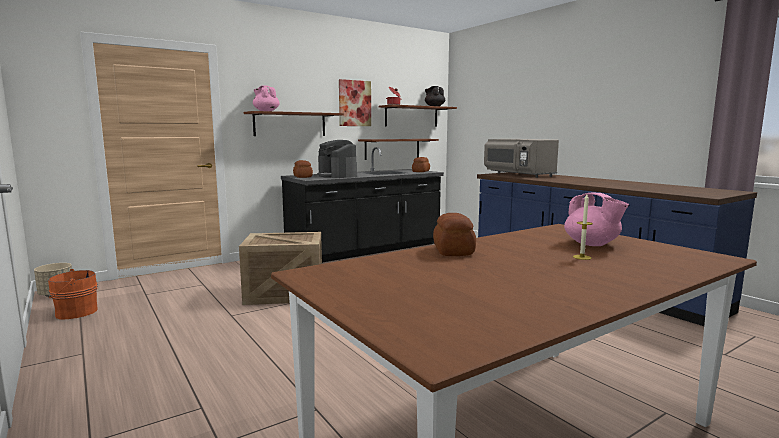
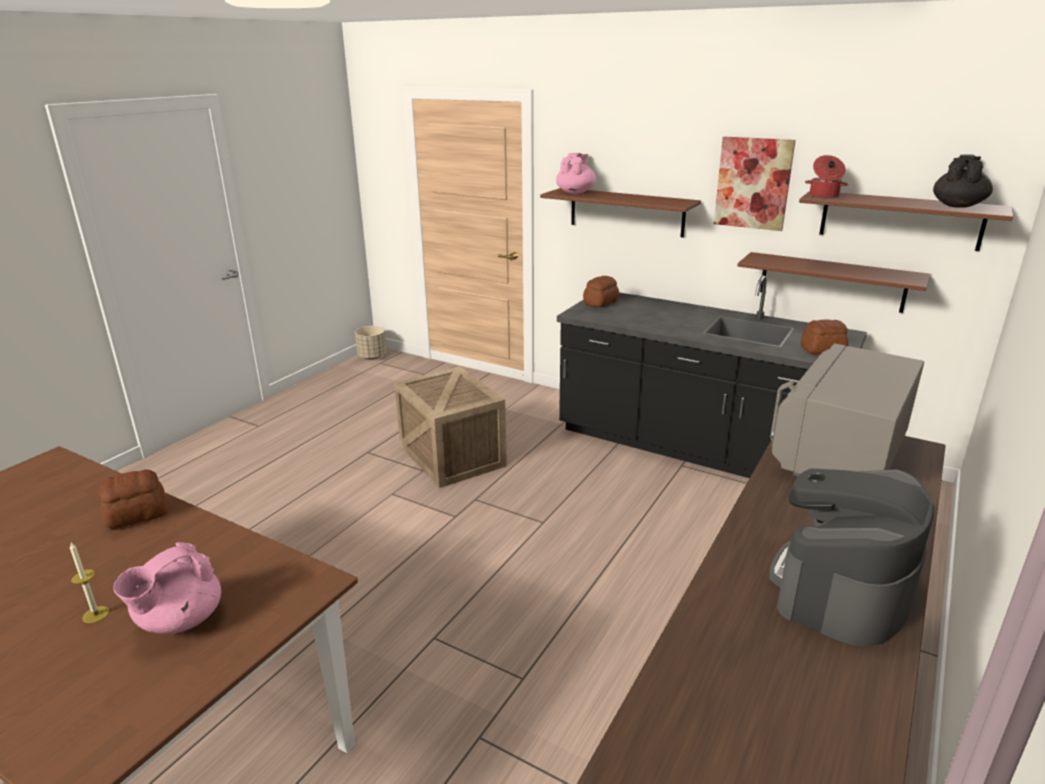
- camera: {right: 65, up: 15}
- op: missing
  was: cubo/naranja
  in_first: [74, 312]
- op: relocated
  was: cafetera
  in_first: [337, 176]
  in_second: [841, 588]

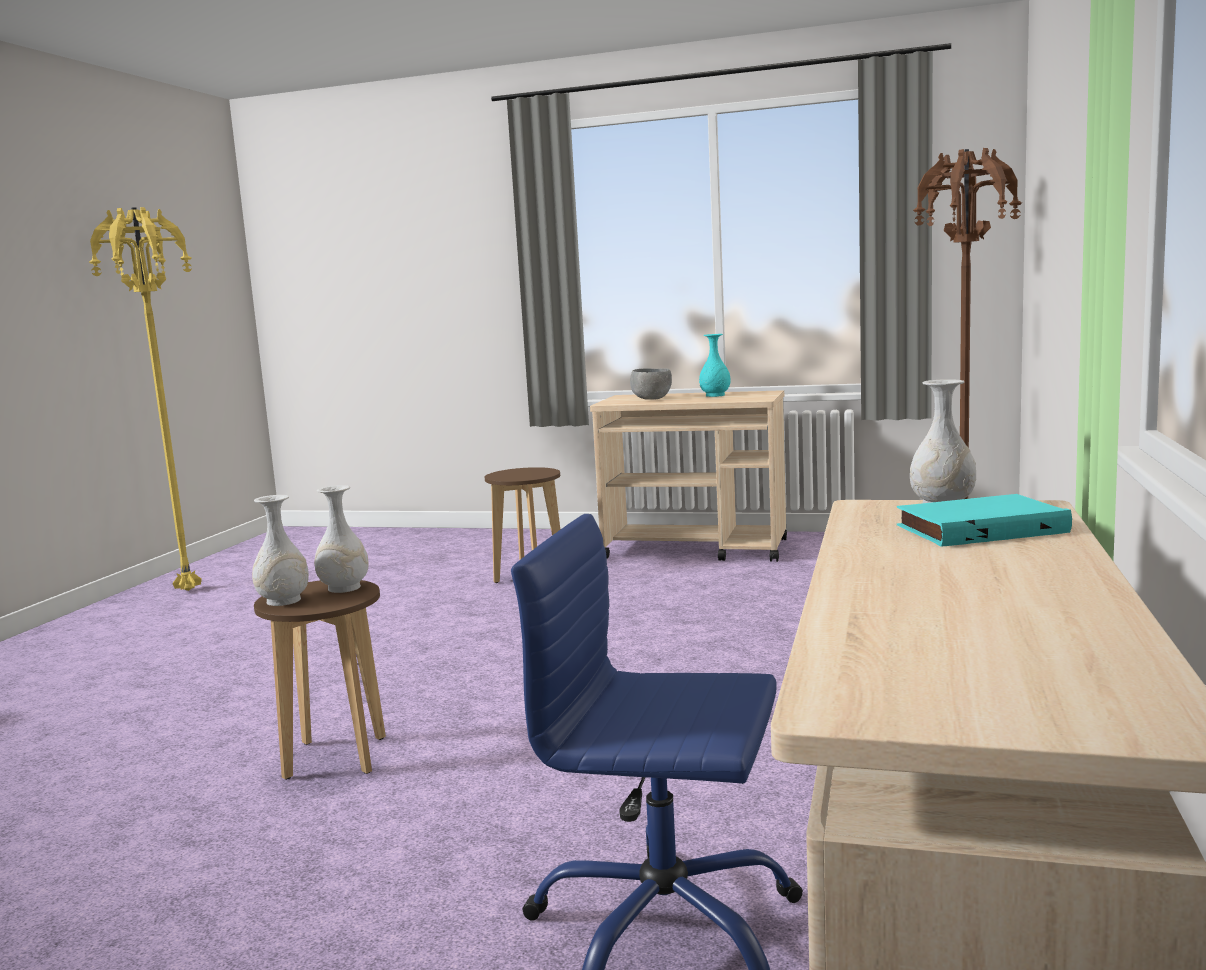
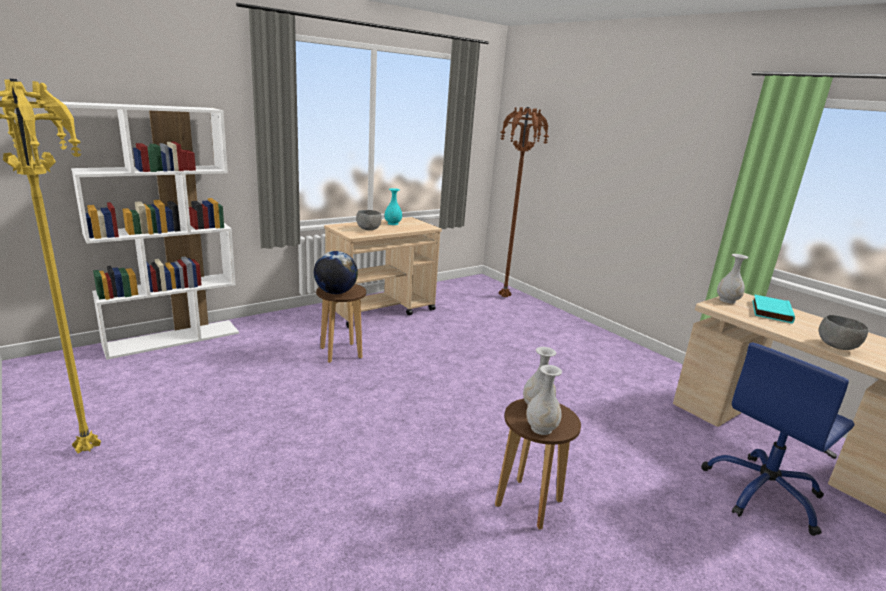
- camera: {right: -55, up: 10}
- op: appeared
  now: estantería/blanco
  in_second: [173, 338]
- op: appeared
  now: globo terráqueo
  in_second: [335, 292]
- op: appeared
  now: cuenco/gris
  in_second: [837, 346]

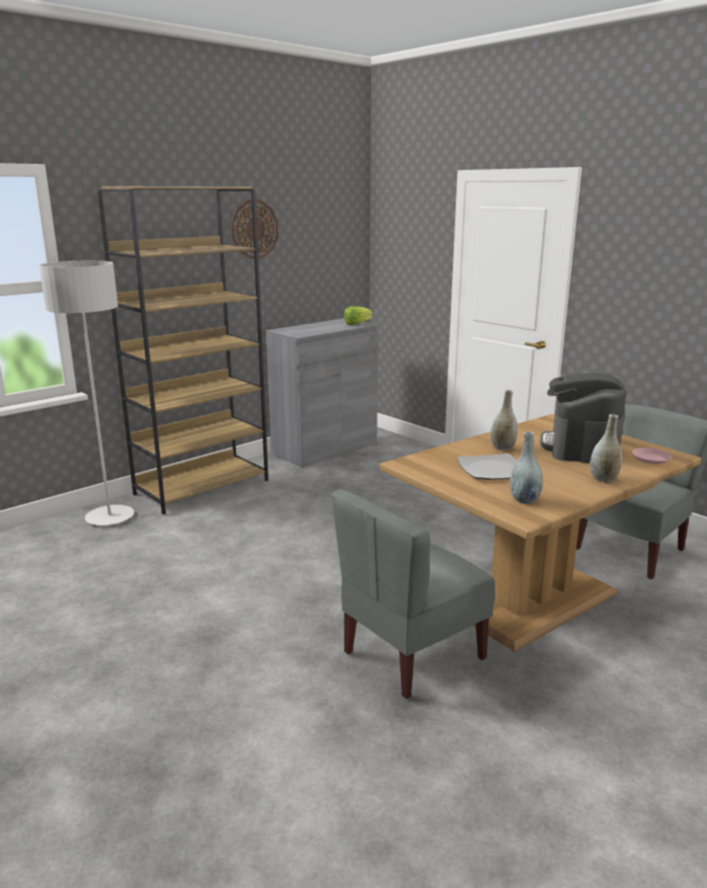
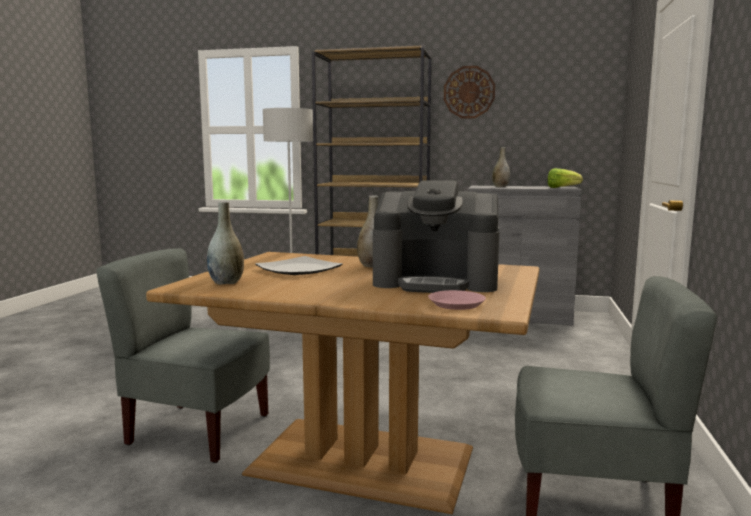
- camera: {right: 55, up: -10}
- op: relocated
  was: florero/gris
  in_first: [603, 479]
  in_second: [500, 187]
- op: spun
  was: cafetera
  in_first: [580, 447]
  in_second: [436, 281]
  clockwise: -150

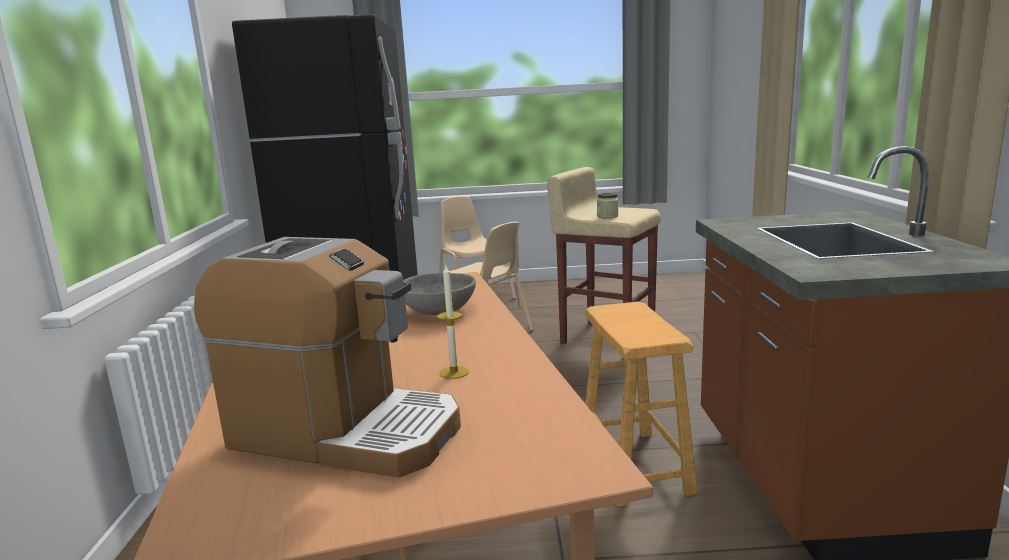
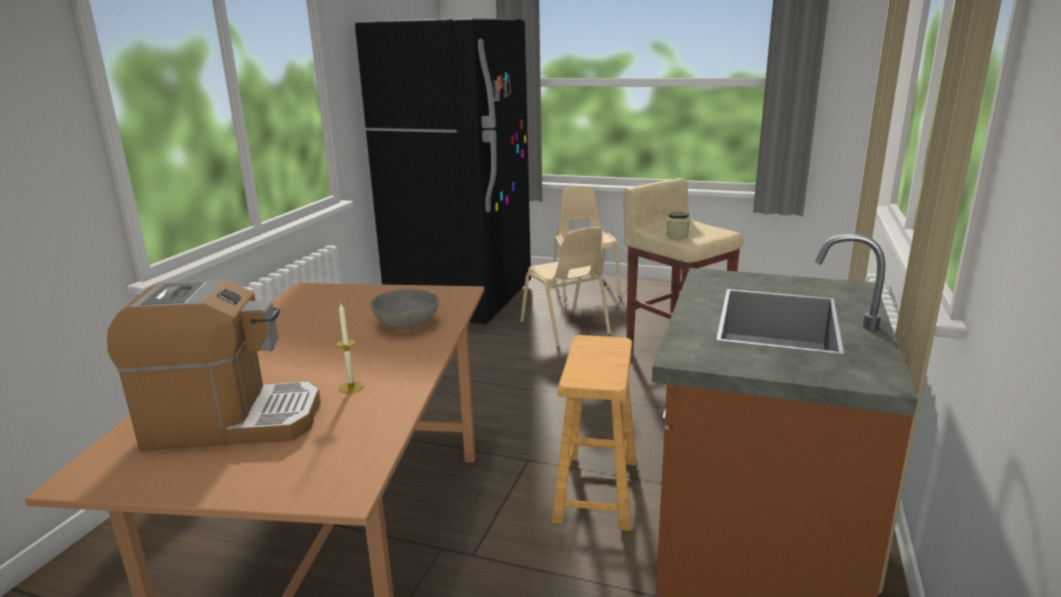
- camera: {right: 20, up: 5}
- op: spun
  was: cafetera
  in_first: [345, 431]
  in_second: [232, 421]
  clockwise: -45

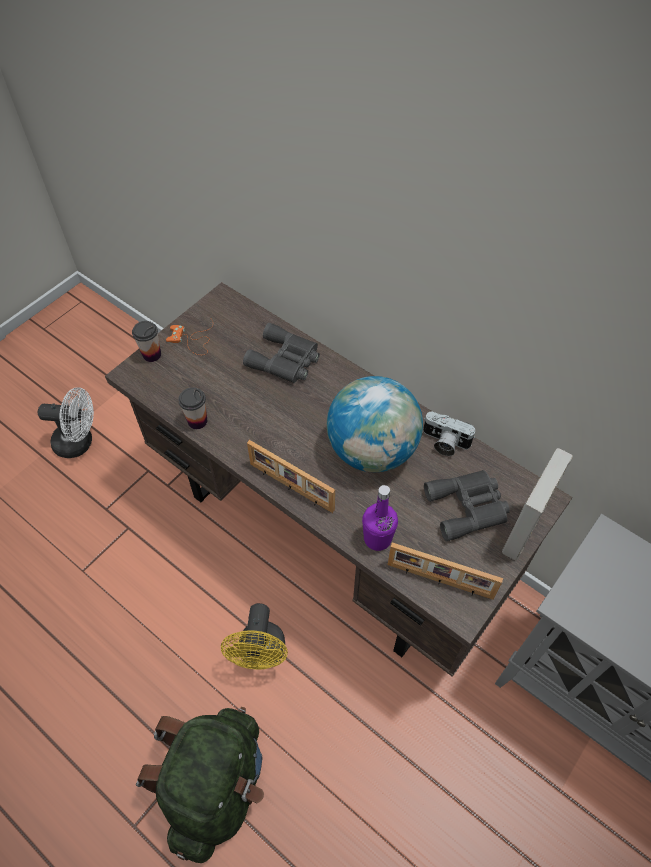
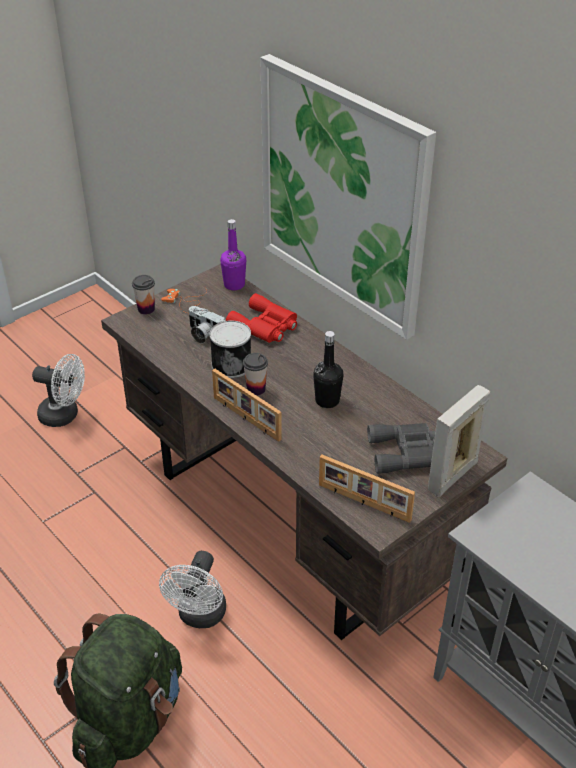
- camera: {right: 10, up: -15}
- op: appeared
  now: lata
  in_second: [232, 364]
- op: appeared
  now: cuadro
  in_second: [342, 195]
- op: relocated
  was: taza
  in_first: [197, 421]
  in_second: [256, 389]
- op: relocated
  was: botella/morado
  in_first: [377, 538]
  in_second: [234, 285]
- op: relocated
  was: cámara
  in_first: [444, 442]
  in_second: [204, 335]
- op: exchanged
  was: globo terráqueo
  now: botella/negro
  in_first: [372, 450]
  in_second: [327, 400]
- op: colour
  was: ventilador/amarillo
  now: ventilador/blanco
  in_first: [261, 654]
  in_second: [200, 616]
- op: colour
  was: prismáticos/gris
  now: prismáticos/rojo
  in_first: [285, 360]
  in_second: [265, 326]

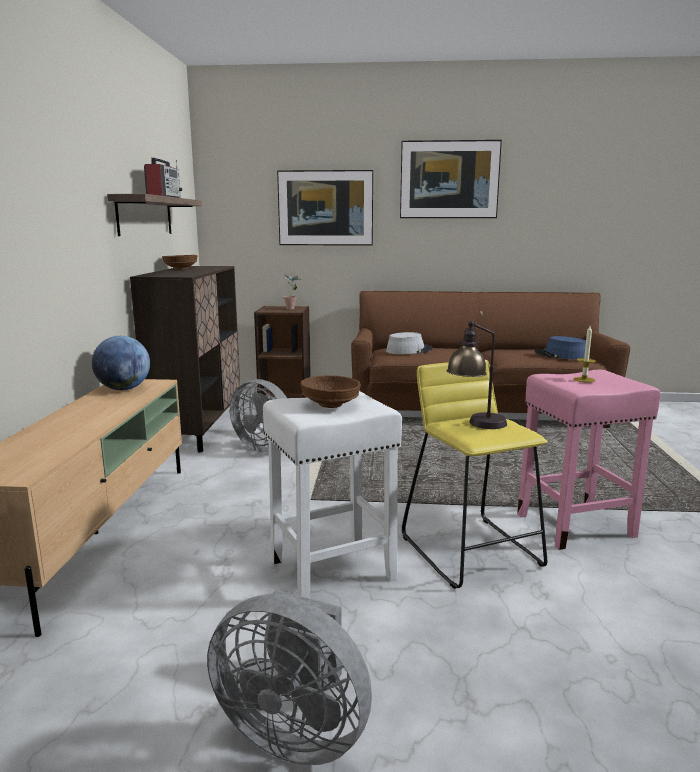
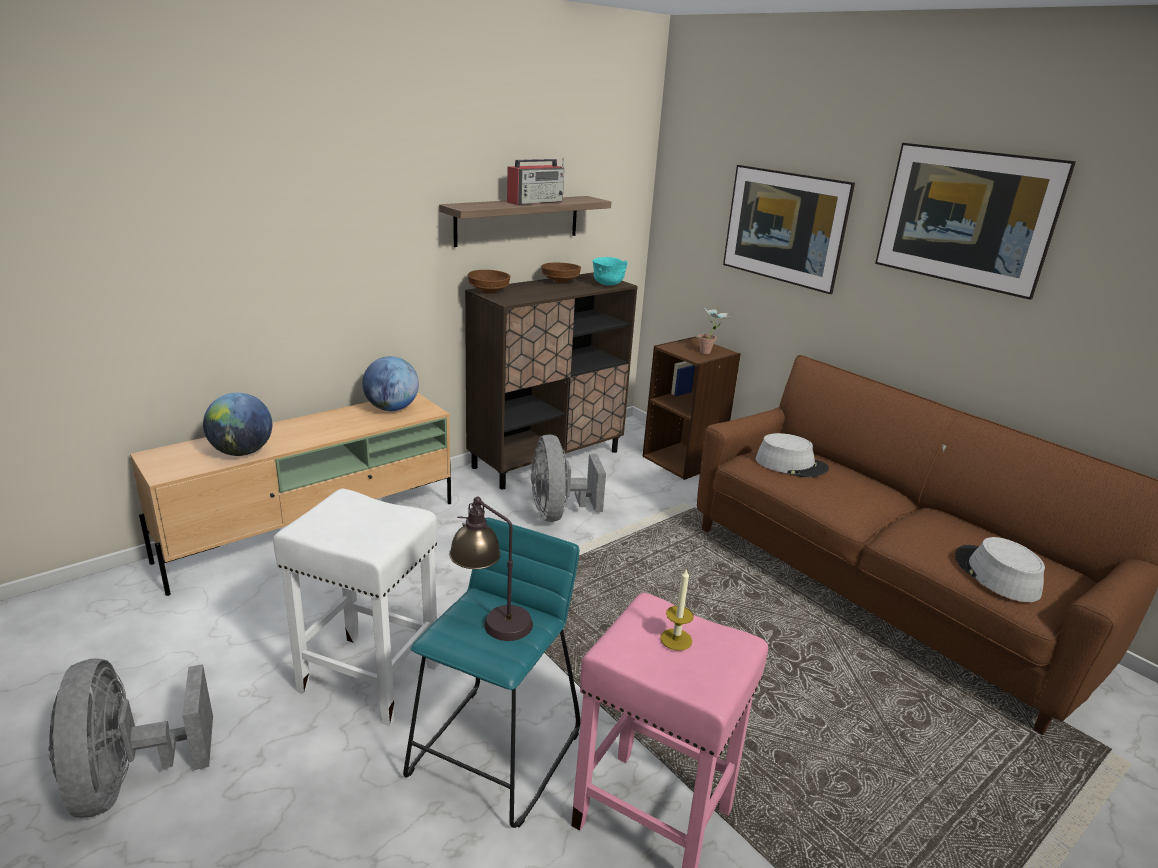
- camera: {right: 45, up: 10}
- op: appeared
  now: globo terráqueo
  in_second: [242, 452]
- op: appeared
  now: cuenco/turquesa
  in_second: [608, 285]
- op: relocated
  was: cuenco/marrón
  in_first: [330, 405]
  in_second: [488, 291]
- op: colour
  was: taburete/amarillo
  now: taburete/turquesa
  in_first: [472, 550]
  in_second: [496, 753]
- op: colour
  was: sombrero/azul
  now: sombrero/gris
  in_first: [560, 355]
  in_second: [996, 574]

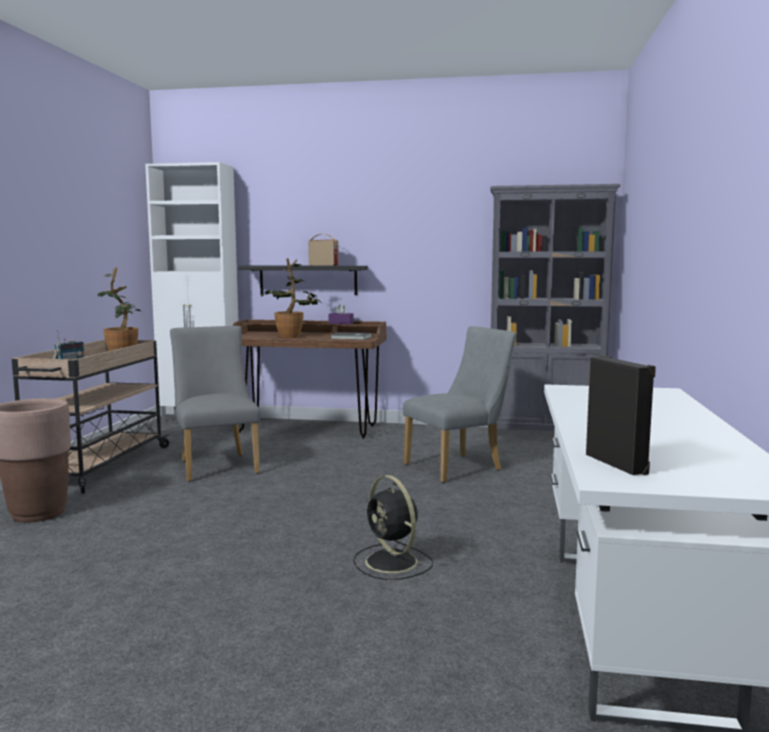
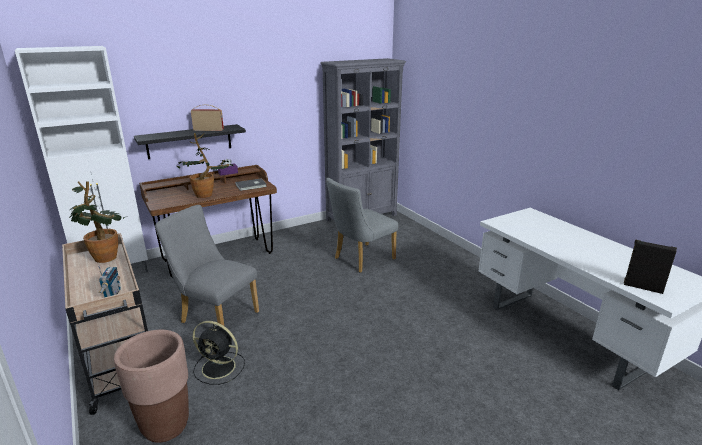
- camera: {right: -40, up: 15}
- op: relocated
  was: ventilador/negro
  in_first: [393, 563]
  in_second: [220, 368]
- op: spun
  was: silla/gris
  in_first: [459, 466]
  in_second: [360, 259]
  clockwise: -150

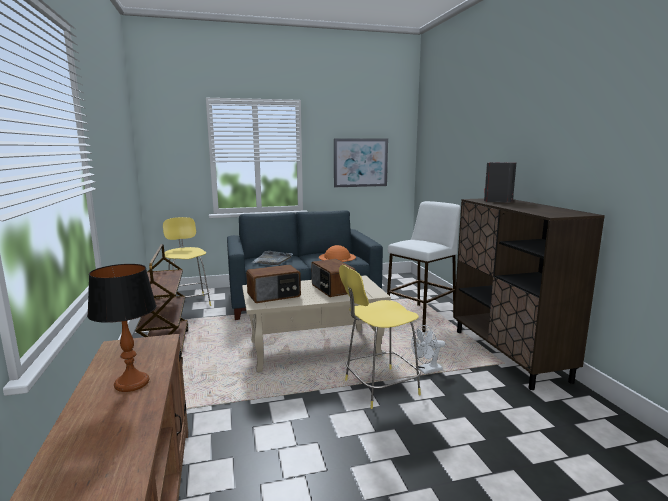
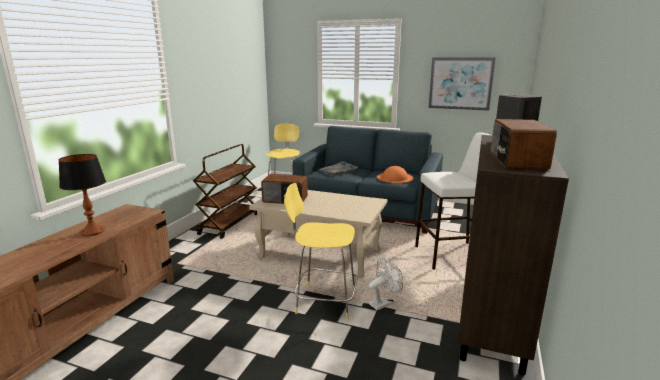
- camera: {right: 35, up: 5}
- op: relocated
  was: radio
  in_first: [332, 289]
  in_second: [516, 161]
- op: spun
  was: ventilador/blanco
  in_first: [426, 370]
  in_second: [384, 303]
  clockwise: 135

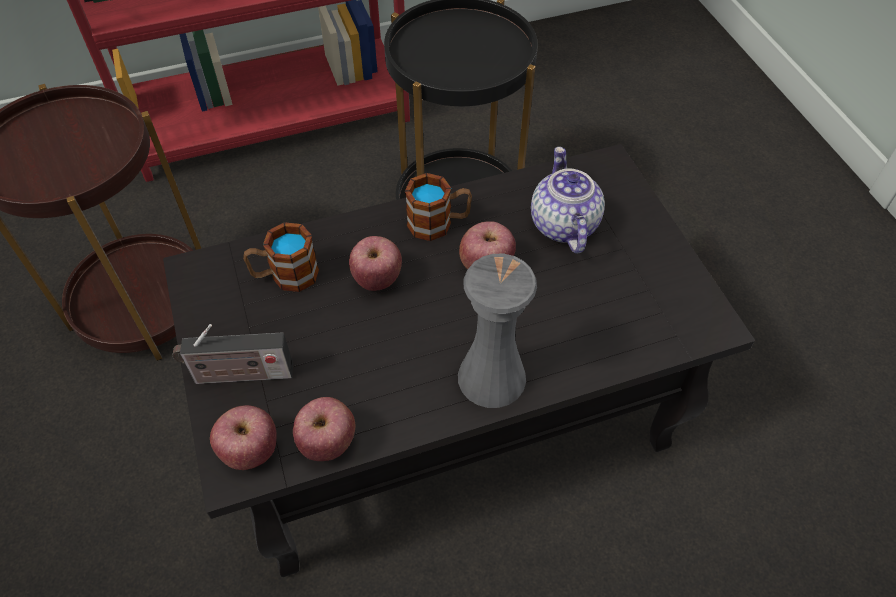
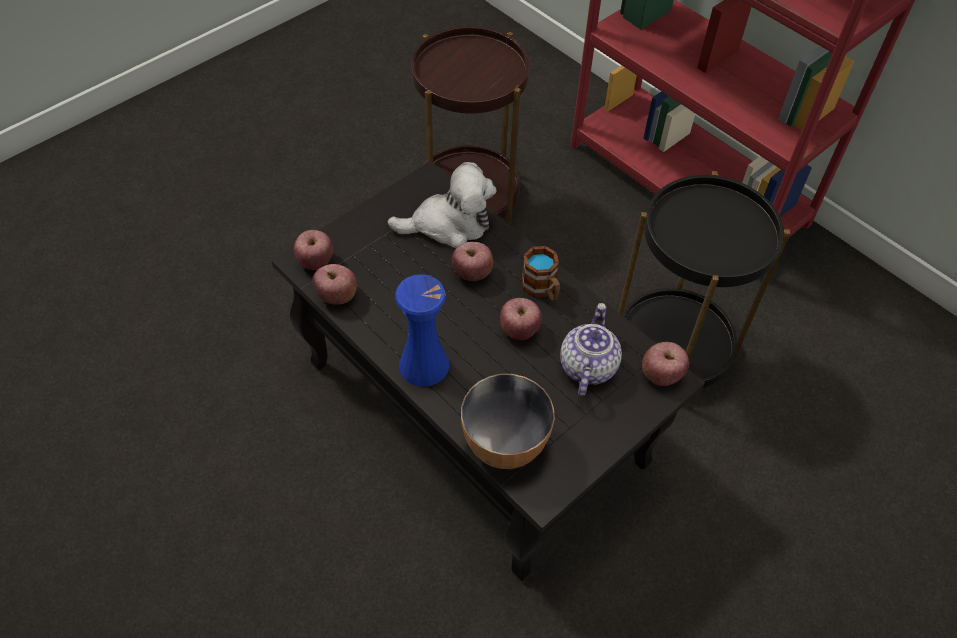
- camera: {right: 65, up: 0}
- op: missing
  was: radio
  in_first: [239, 375]
- op: appeared
  now: cuenco
  in_second: [505, 444]
- op: appeared
  now: manzana
  in_second: [661, 375]
- op: exchanged
  was: taza grande
  now: peluche
  in_first: [285, 276]
  in_second: [449, 225]
- op: colour
  was: florero/gris
  now: florero/azul
  in_first: [491, 377]
  in_second: [424, 365]
- op: spun
  was: tetera
  in_first: [562, 224]
  in_second: [587, 366]
  clockwise: -45

